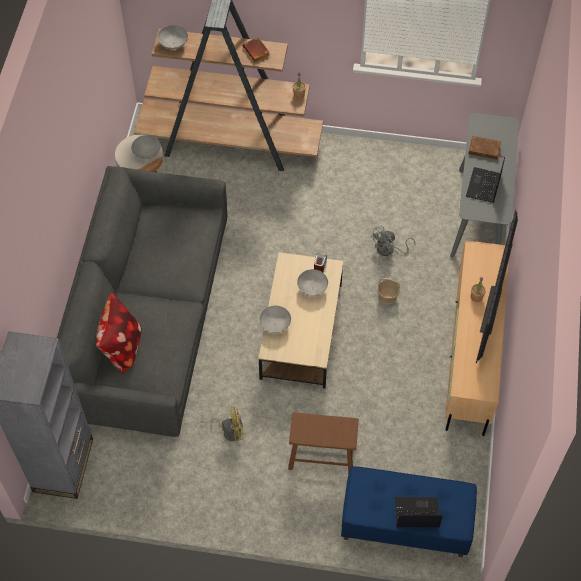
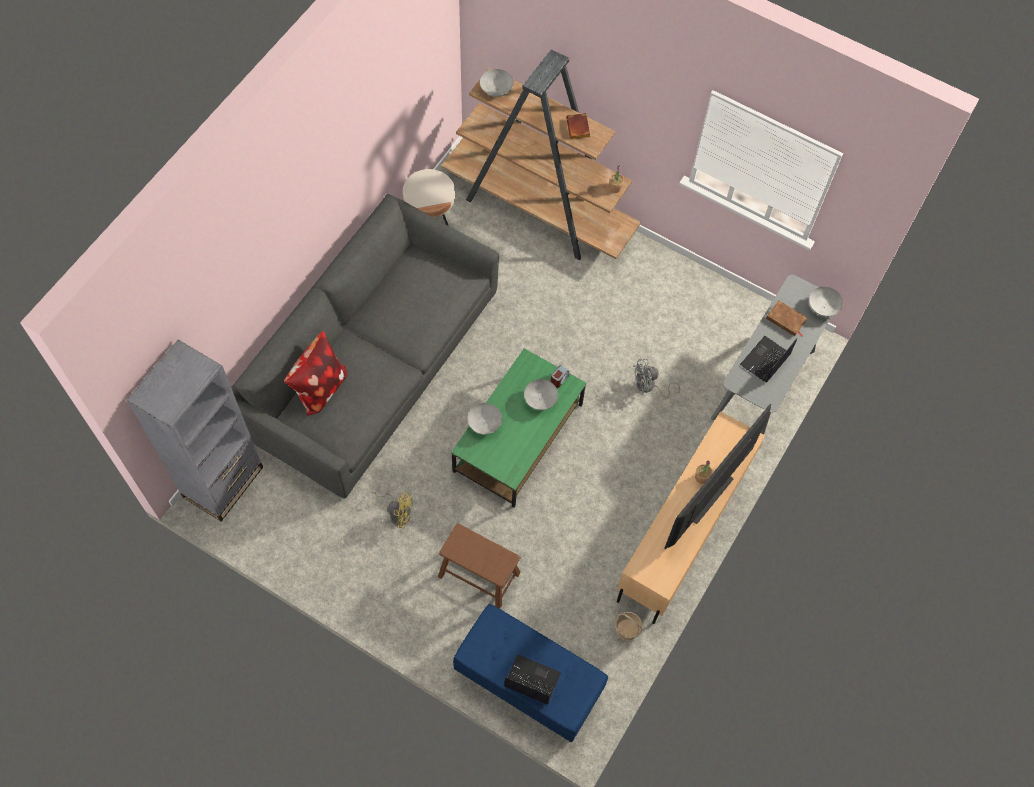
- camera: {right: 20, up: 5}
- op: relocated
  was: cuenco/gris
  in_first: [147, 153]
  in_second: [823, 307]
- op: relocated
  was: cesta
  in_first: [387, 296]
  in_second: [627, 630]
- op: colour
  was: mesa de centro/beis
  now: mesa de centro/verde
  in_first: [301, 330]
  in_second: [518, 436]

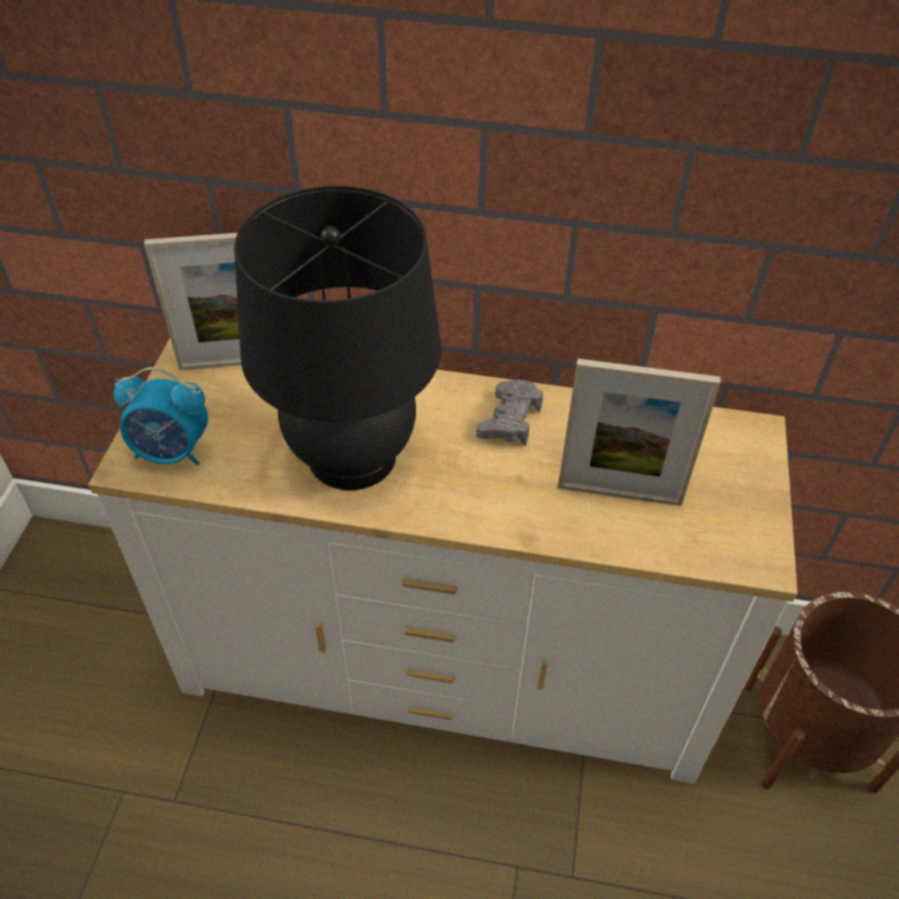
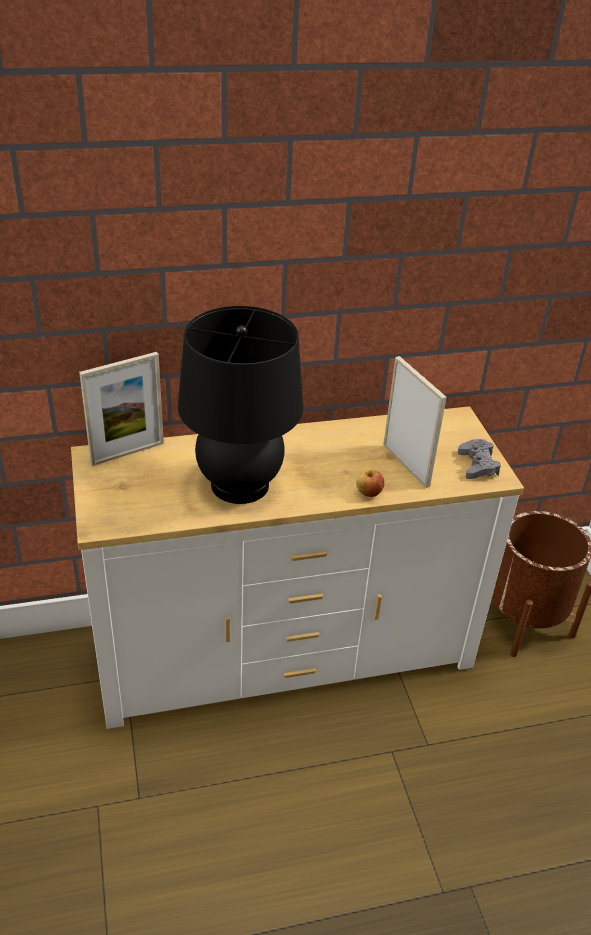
- camera: {right: -25, up: -10}
- op: missing
  was: despertador
  in_first: [172, 452]
- op: appeared
  now: manzana
  in_second: [369, 493]
- op: relocated
  was: mando de consola/gris
  in_first: [509, 420]
  in_second: [477, 465]
- op: spun
  was: portarretratos
  in_first: [619, 494]
  in_second: [406, 465]
  clockwise: -105

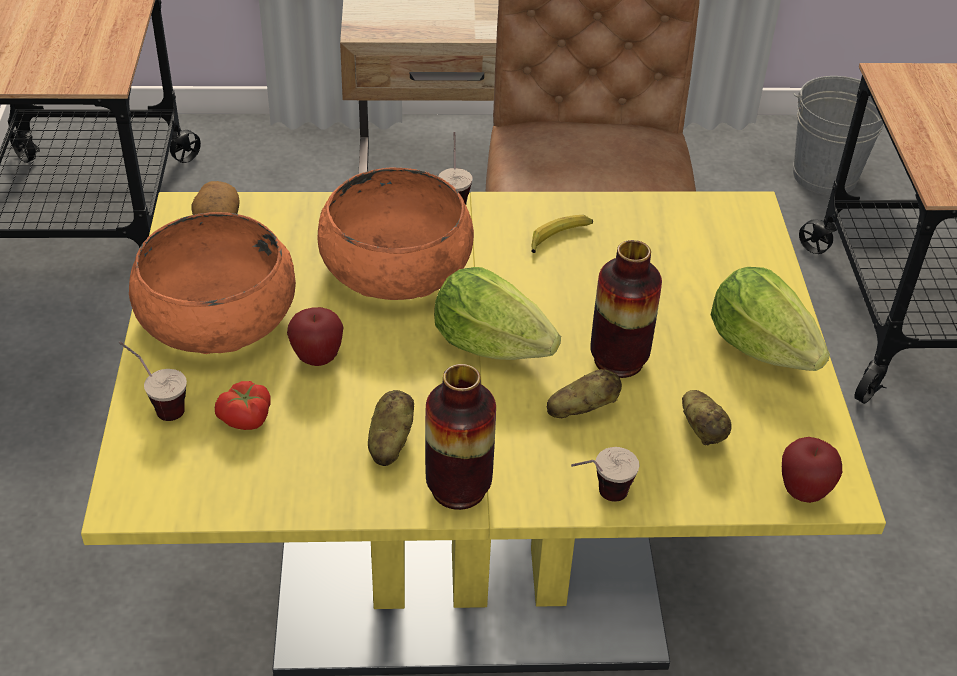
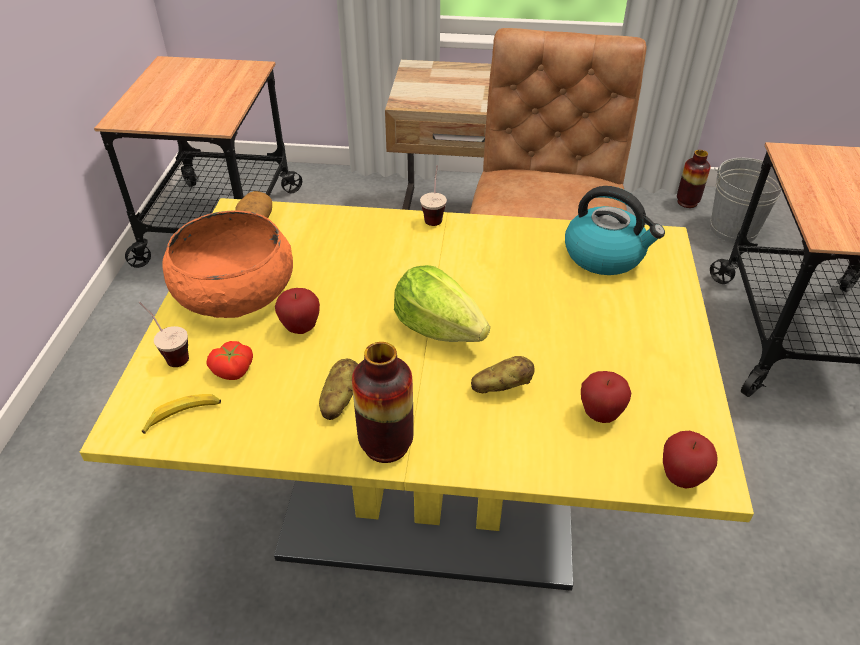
- camera: {right: 10, up: 0}
- op: missing
  was: cuenco/naranja
  in_first: [396, 266]
- op: missing
  was: taza
  in_first: [598, 498]
- op: missing
  was: lechuga
  in_first: [761, 347]
- op: appeared
  now: hervidor
  in_second: [605, 255]
- op: relocated
  was: plátano
  in_first: [559, 238]
  in_second: [183, 416]
- op: relocated
  was: florero
  in_first: [618, 360]
  in_second: [687, 202]
- op: exchanged
  was: patata
  now: manzana
  in_first: [703, 430]
  in_second: [600, 414]

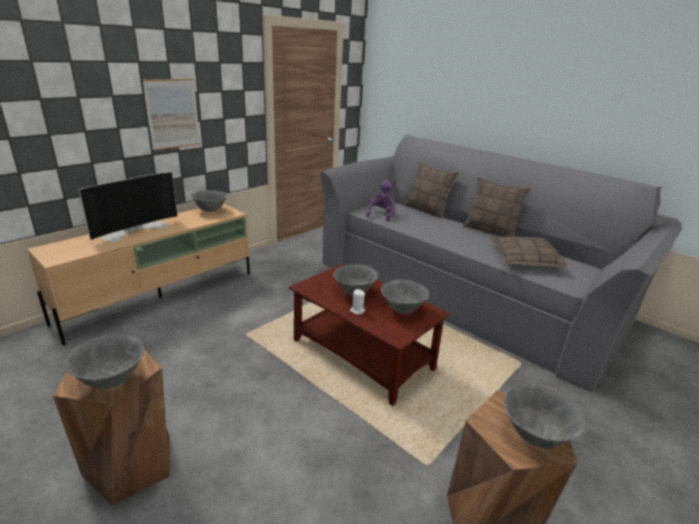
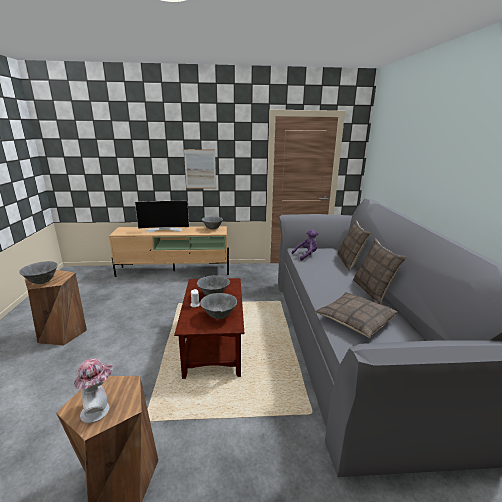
- camera: {right: 45, up: -5}
- op: exchanged
  was: cuenco/gris
  now: sombrero
  in_first: [535, 436]
  in_second: [99, 410]

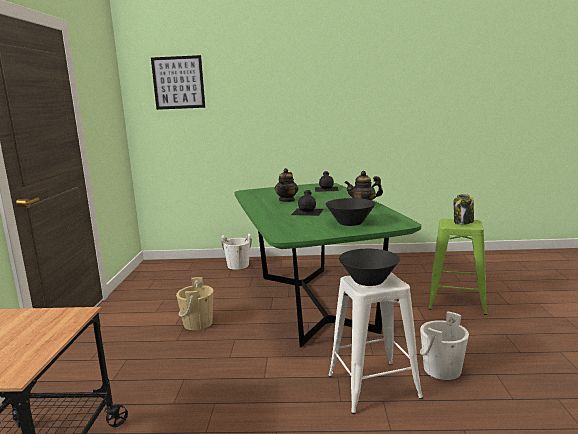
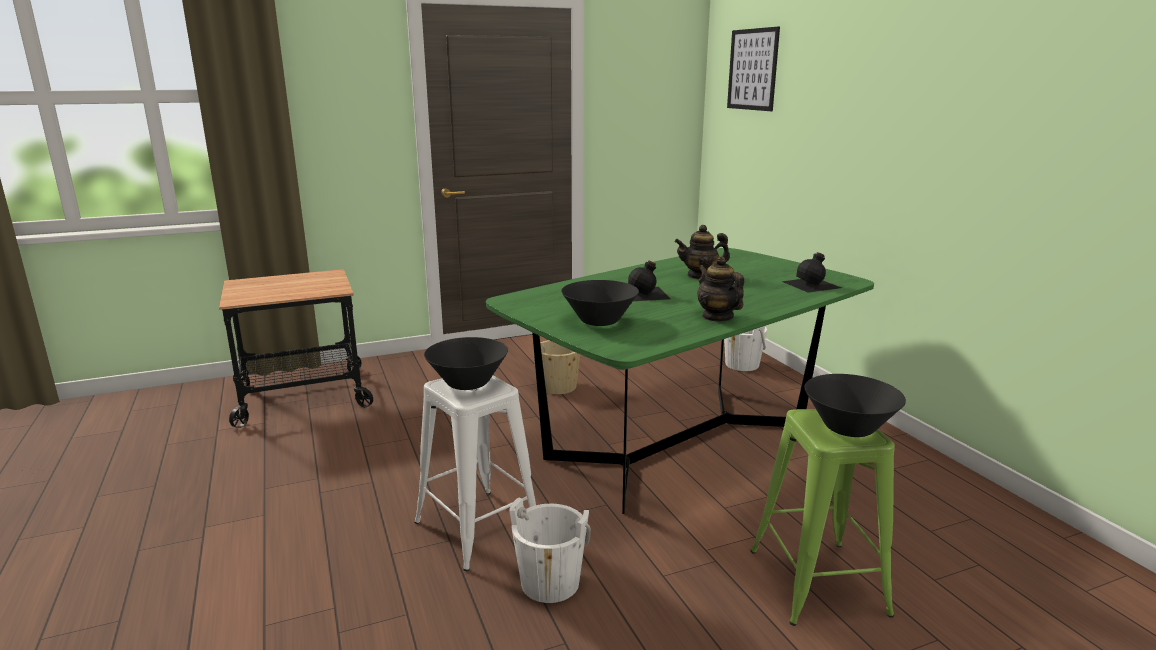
- camera: {right: 65, up: 5}
- op: exchanged
  was: tarro
  now: cuenco/negro
  in_first: [463, 222]
  in_second: [849, 428]

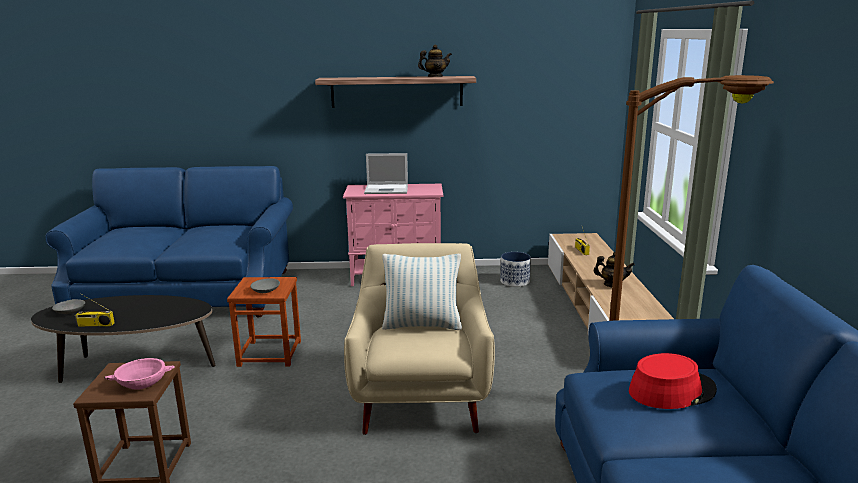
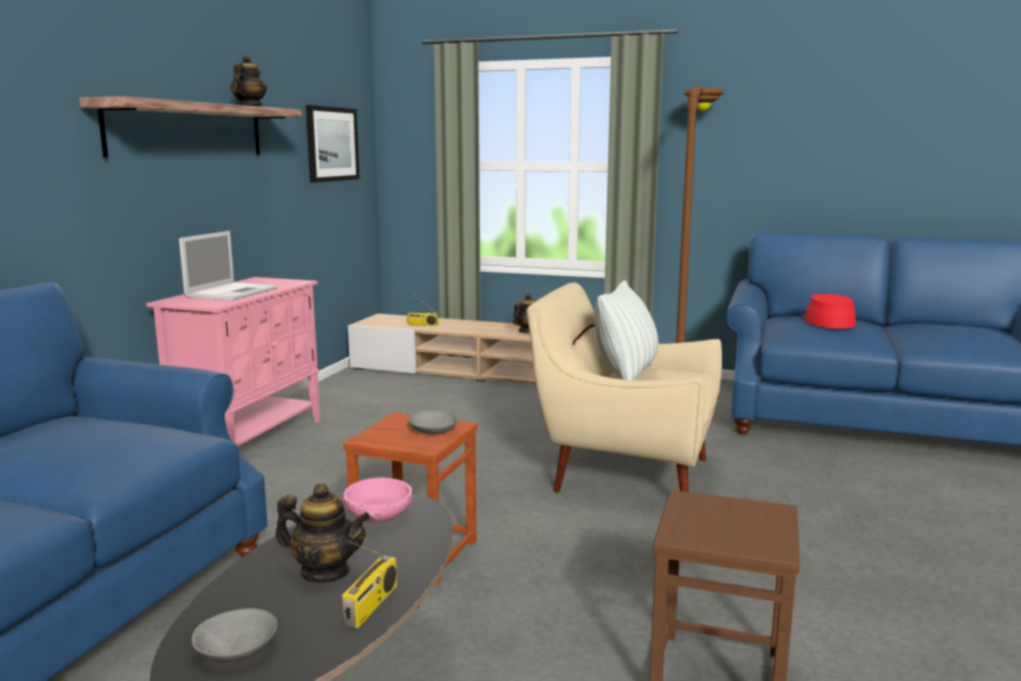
- camera: {right: -70, up: -5}
- op: missing
  was: maceta
  in_first: [515, 281]
- op: appeared
  now: tetera
  in_second: [325, 572]
- op: appeared
  now: cuadro
  in_second: [332, 144]
- op: relocated
  was: cuenco/rosa
  in_first: [142, 383]
  in_second: [378, 514]

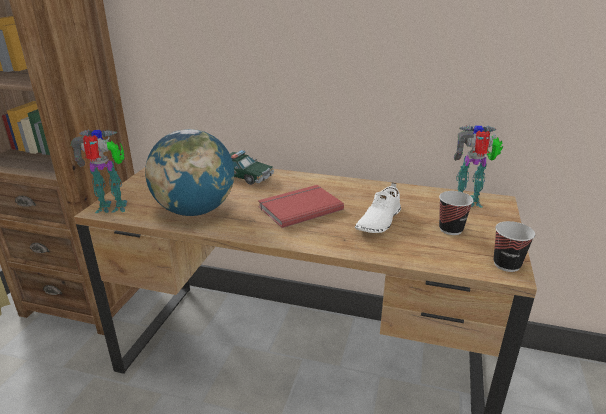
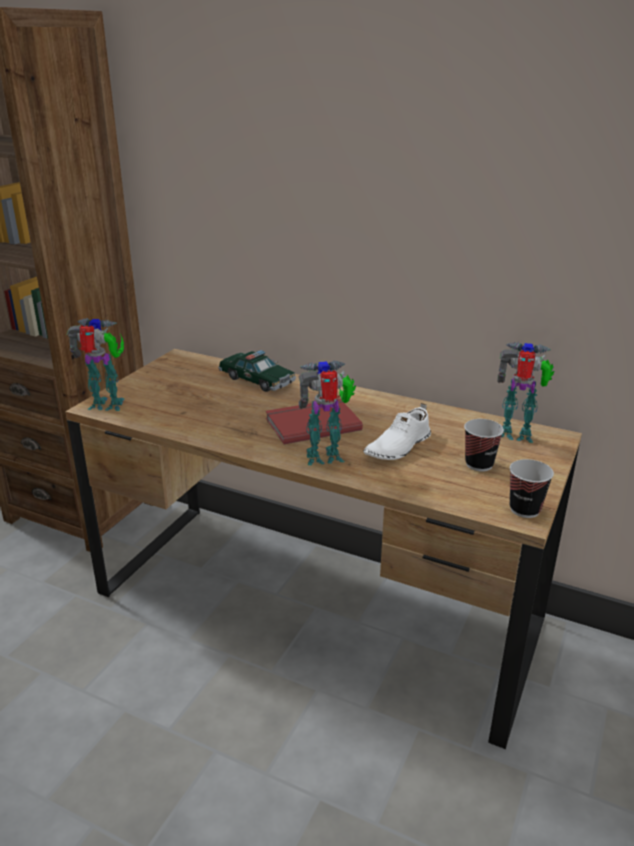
- camera: {right: 10, up: 0}
- op: missing
  was: globo terráqueo
  in_first: [195, 210]
- op: appeared
  now: robot de juguete
  in_second: [326, 458]

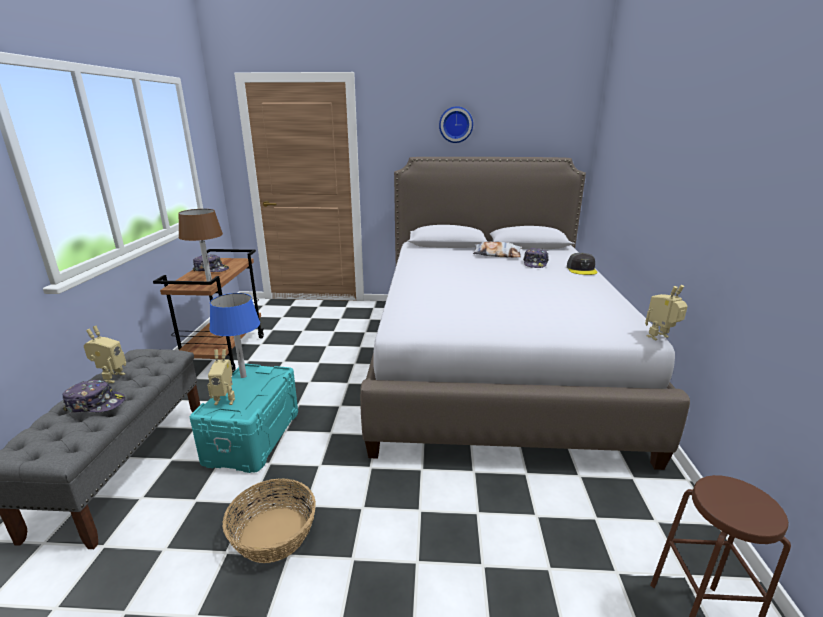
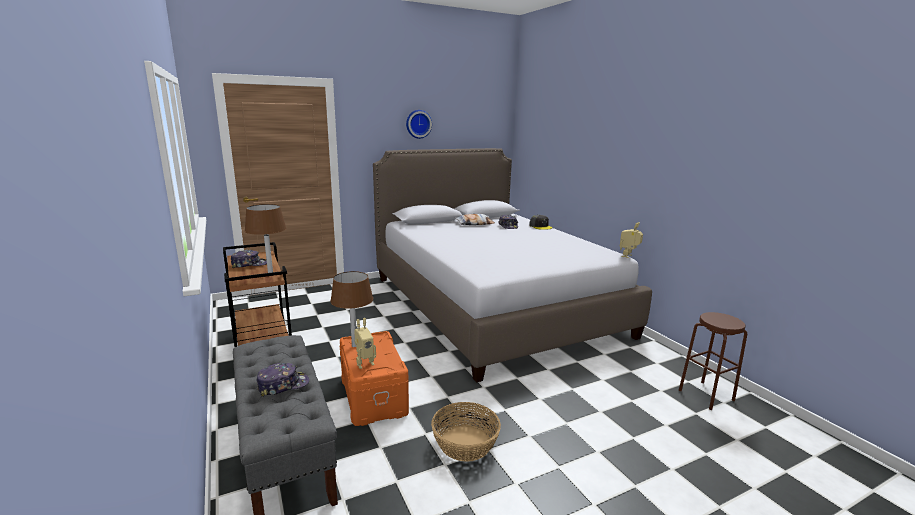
- camera: {right: -30, up: -5}
- op: missing
  was: robot de juguete
  in_first: [111, 377]
- op: colour
  was: caja de almacenaje/turquesa
  now: caja de almacenaje/naranja
  in_first: [254, 437]
  in_second: [374, 396]
- op: colour
  was: lámpara de mesa/azul
  now: lámpara de mesa/marrón
  in_first: [243, 376]
  in_second: [354, 346]

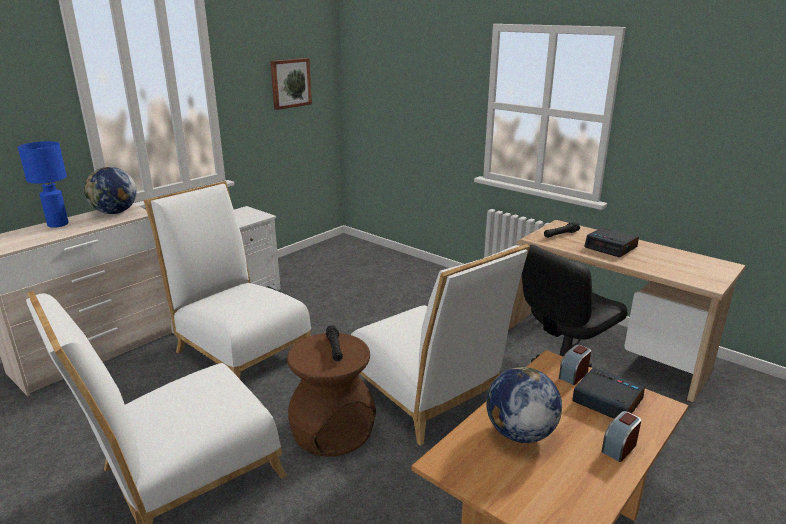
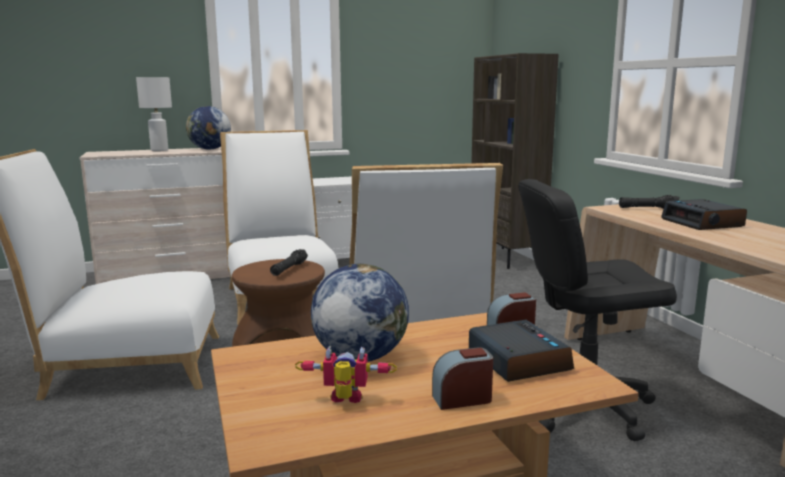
- camera: {right: 30, up: -10}
- op: missing
  was: cuadro
  in_first: [290, 83]
- op: appeared
  now: robot de juguete
  in_second: [345, 402]
- op: appeared
  now: estantería/marrón
  in_second: [506, 258]
- op: colour
  was: lámpara de mesa/azul
  now: lámpara de mesa/blanco
  in_first: [57, 224]
  in_second: [159, 150]

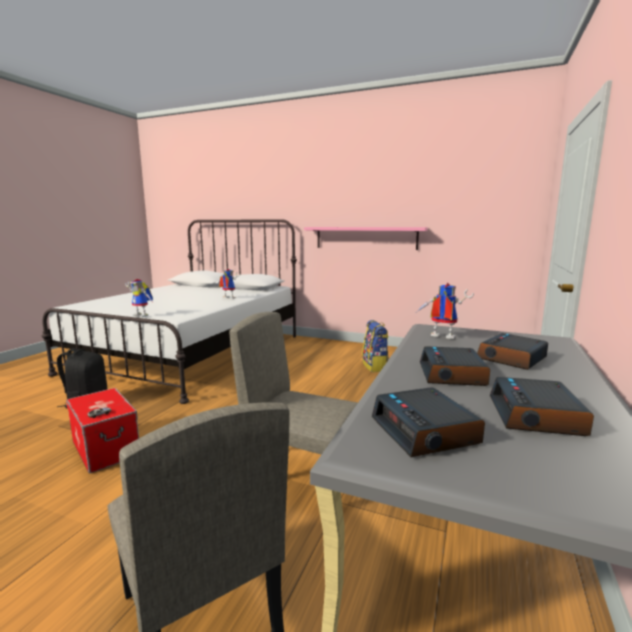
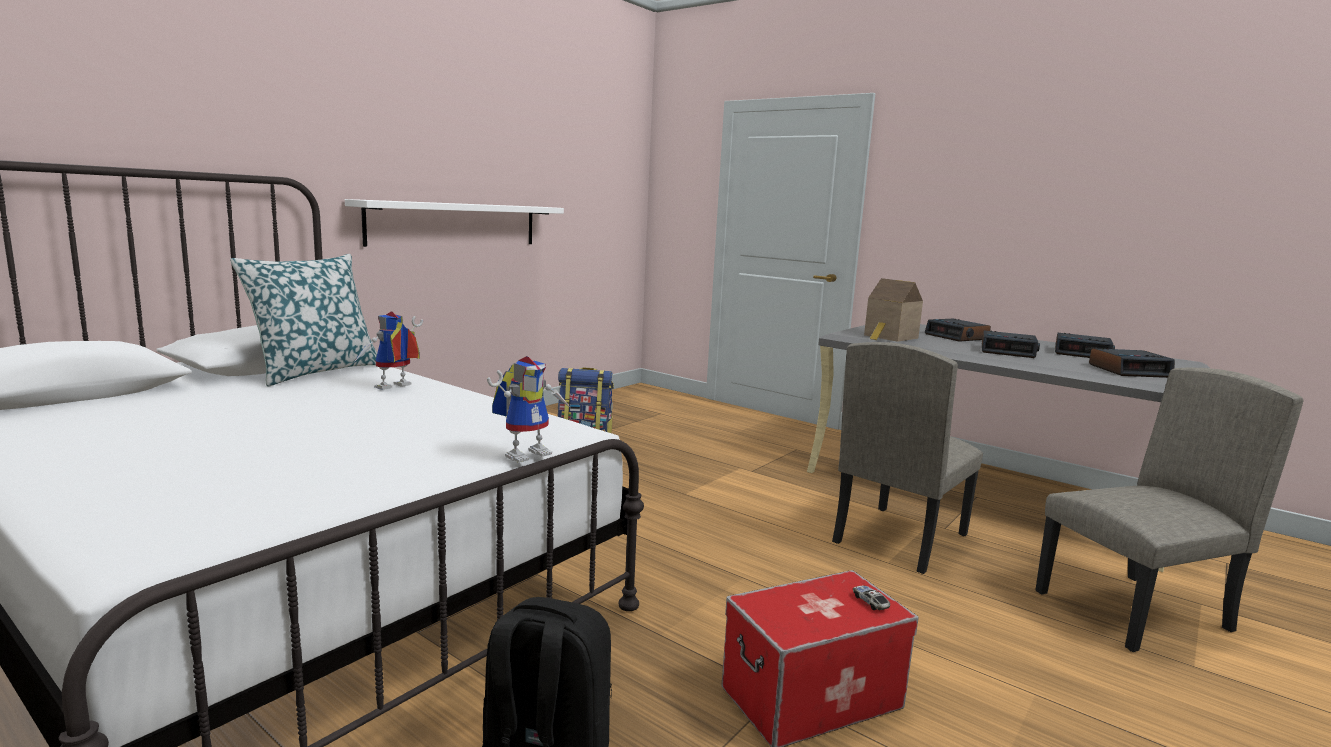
- camera: {right: -75, up: 0}
- op: appeared
  now: cojín
  in_second: [315, 372]
- op: exchanged
  was: robot de juguete
  now: casita
  in_first: [440, 337]
  in_second: [890, 337]
- op: colour
  was: estante/rosa
  now: estante/blanco
  in_first: [365, 238]
  in_second: [455, 224]

